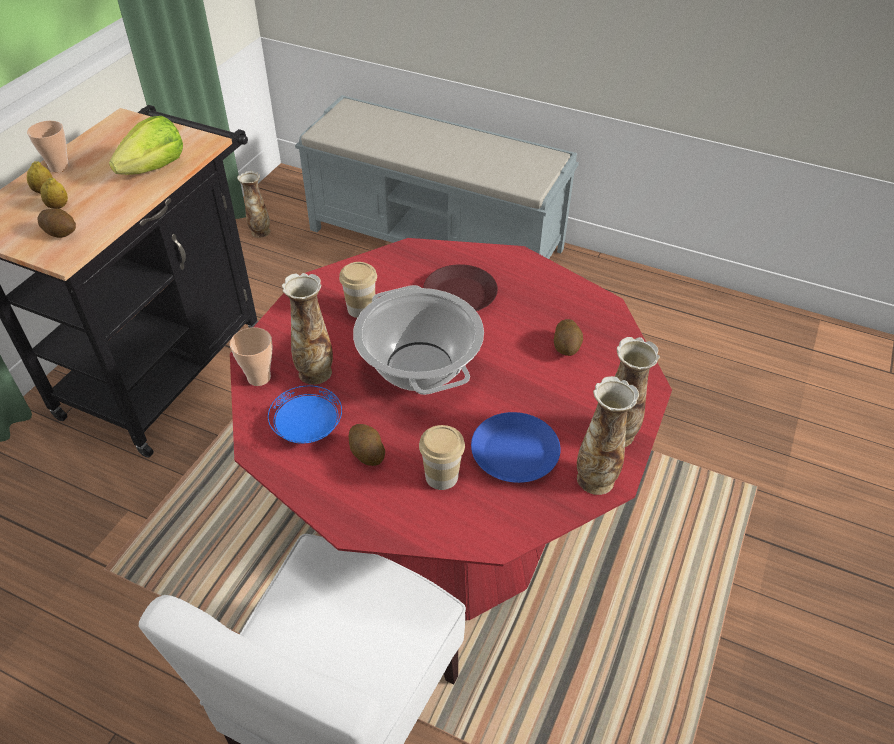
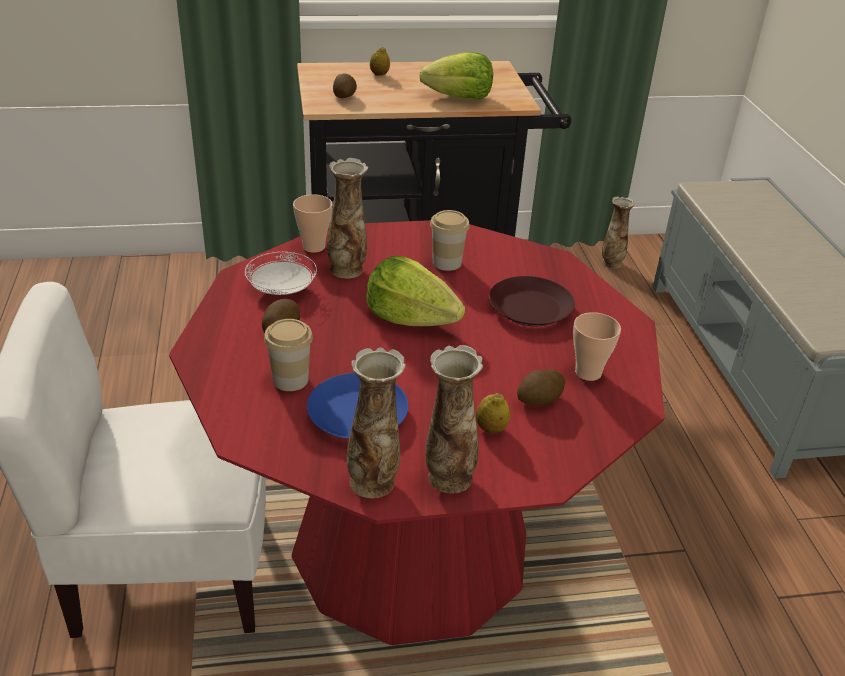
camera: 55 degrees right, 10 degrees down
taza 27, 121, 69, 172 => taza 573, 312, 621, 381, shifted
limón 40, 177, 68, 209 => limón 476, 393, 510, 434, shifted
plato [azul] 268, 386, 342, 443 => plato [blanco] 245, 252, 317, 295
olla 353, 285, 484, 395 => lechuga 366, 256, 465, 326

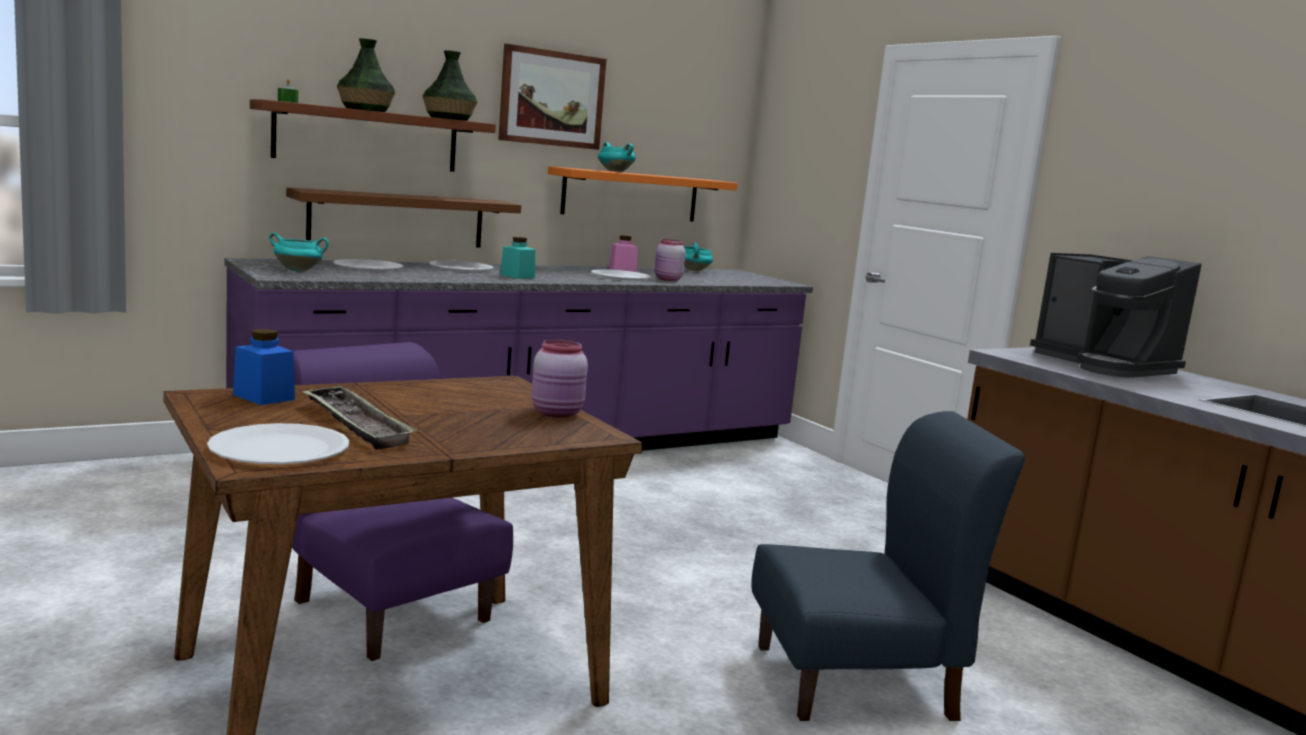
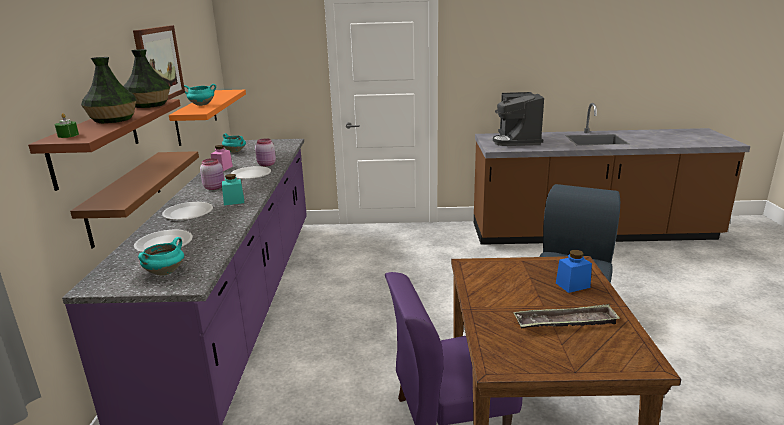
camera: 55 degrees left, 10 degrees up
plato [blanco] 207, 423, 349, 464 => nothing
tarro [azul] 233, 329, 295, 405 => tarro [azul] 556, 250, 592, 293, shifted
tarro [rosa] 531, 339, 588, 418 => tarro [rosa] 200, 158, 224, 190, shifted
cafetera 1030, 253, 1202, 378 => cafetera 493, 92, 544, 146, 90 degrees clockwise

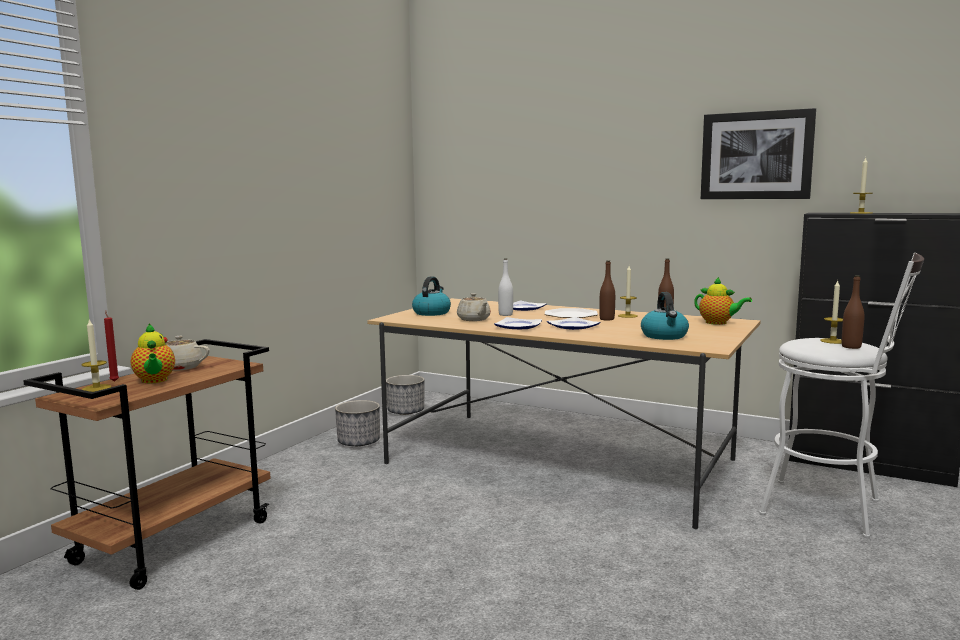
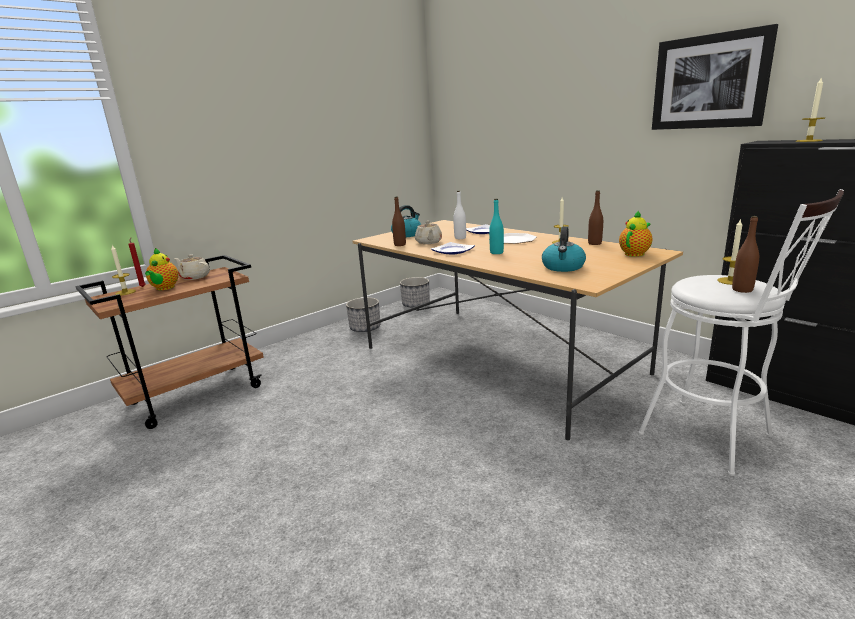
camera: 20 degrees right, 10 degrees up
plato 547, 317, 600, 330 => botella [turquesa] 489, 199, 504, 254
botella [marrón] 599, 260, 615, 321 => botella [marrón] 392, 196, 406, 246, shifted
tetera 694, 277, 752, 325 => tetera 619, 210, 653, 257, 105 degrees counterclockwise

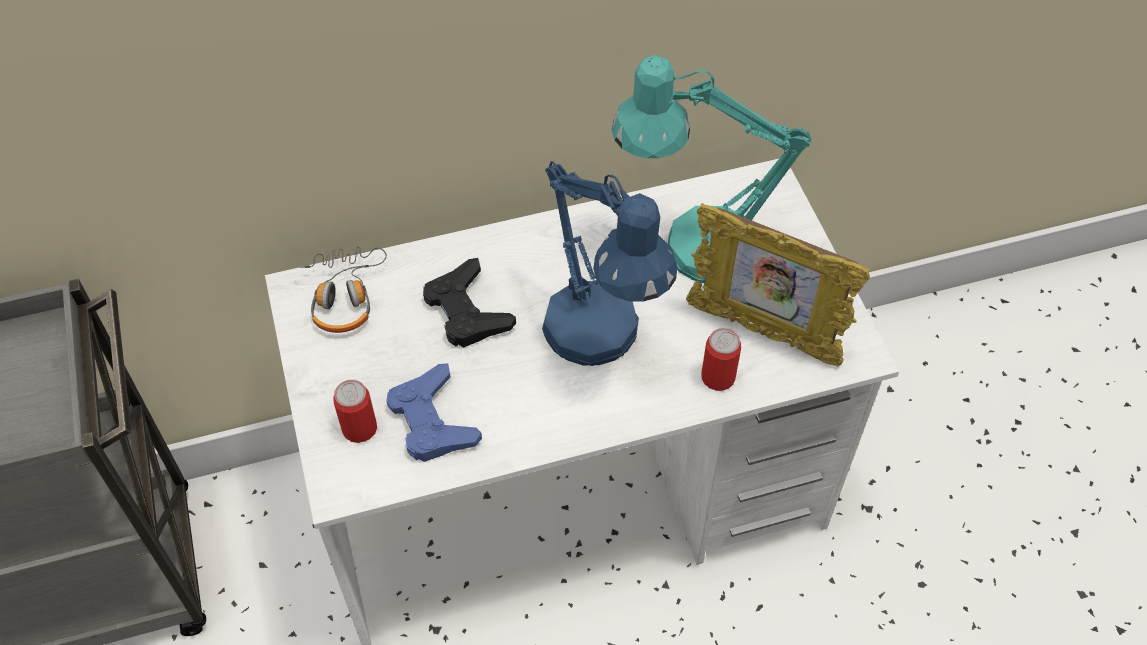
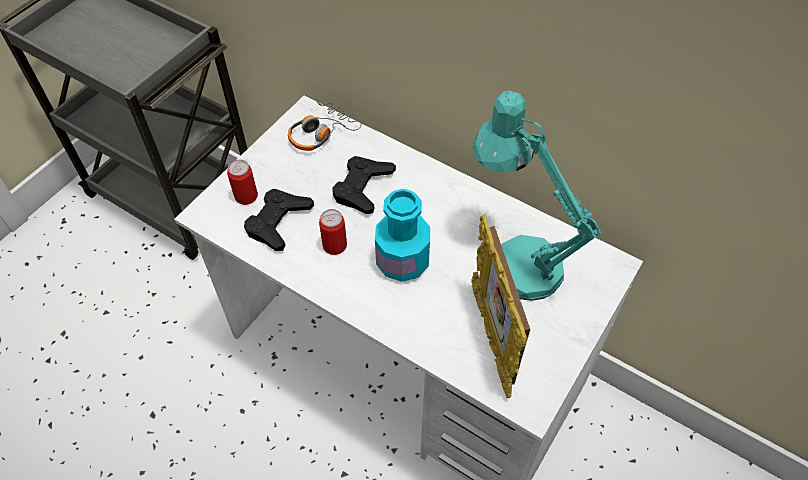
camera: 50 degrees right, 0 degrees up
mando de consola [azul] 386, 363, 482, 462 => mando de consola [negro] 244, 189, 314, 251
lámpara de mesa [azul] 542, 161, 677, 366 => botella [turquesa] 375, 189, 430, 282
lata 701, 328, 741, 391 => lata 319, 209, 347, 255, shifted

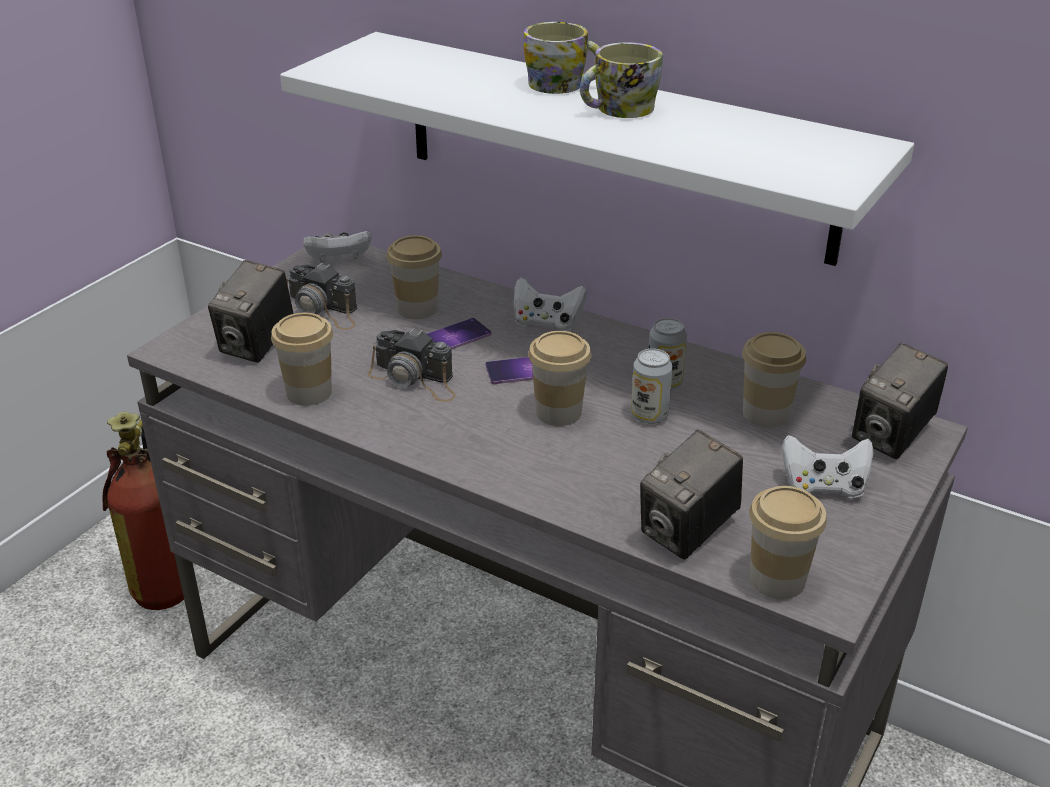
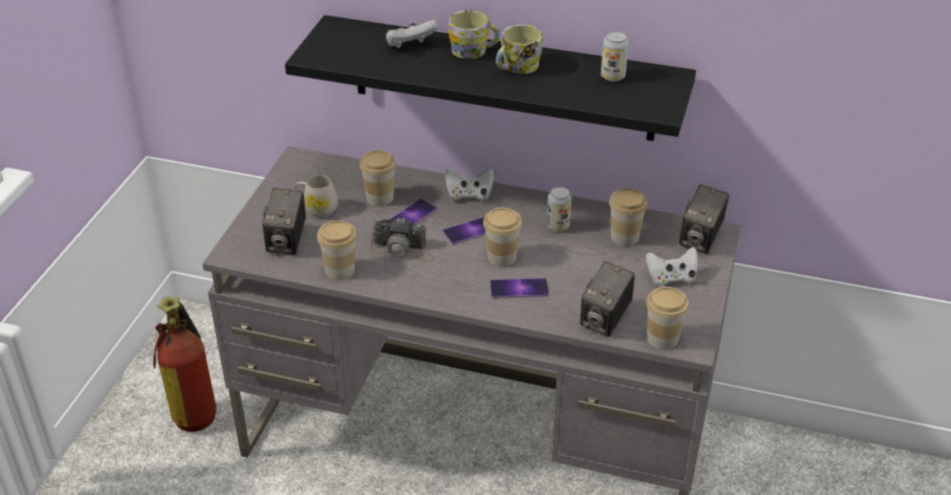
camera: 15 degrees left, 5 degrees up
estante [blanco] 280, 32, 914, 266 => estante [negro] 285, 15, 696, 141
cámara 286, 263, 357, 330 => taza grande [blanco] 294, 175, 338, 217
mando de consola [blanco] 303, 231, 372, 262 => mando de consola [blanco] 386, 20, 437, 48, shifted
lata 631, 348, 673, 424 => lata 601, 31, 629, 82, shifted
nothing => móvil 490, 278, 548, 298

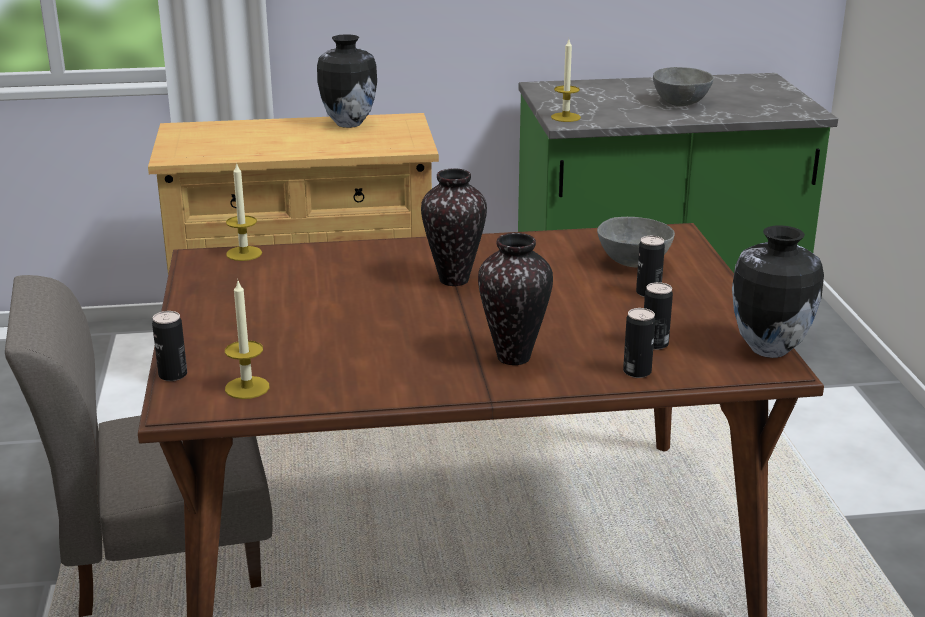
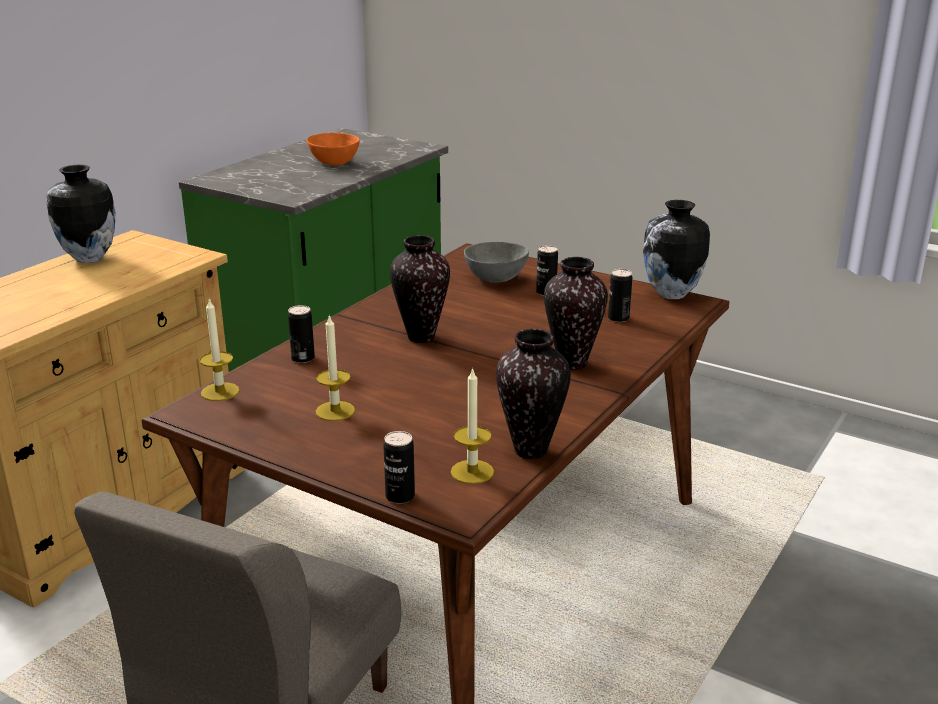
camera: 50 degrees left, 0 degrees up
vela 551, 39, 581, 122 => vela 316, 315, 355, 421, shifted
lata 623, 308, 655, 378 => lata 288, 305, 315, 363, shifted
cuenco [gris] 653, 67, 714, 106 => cuenco [naranja] 307, 133, 360, 166
nothing => florero 496, 329, 571, 459

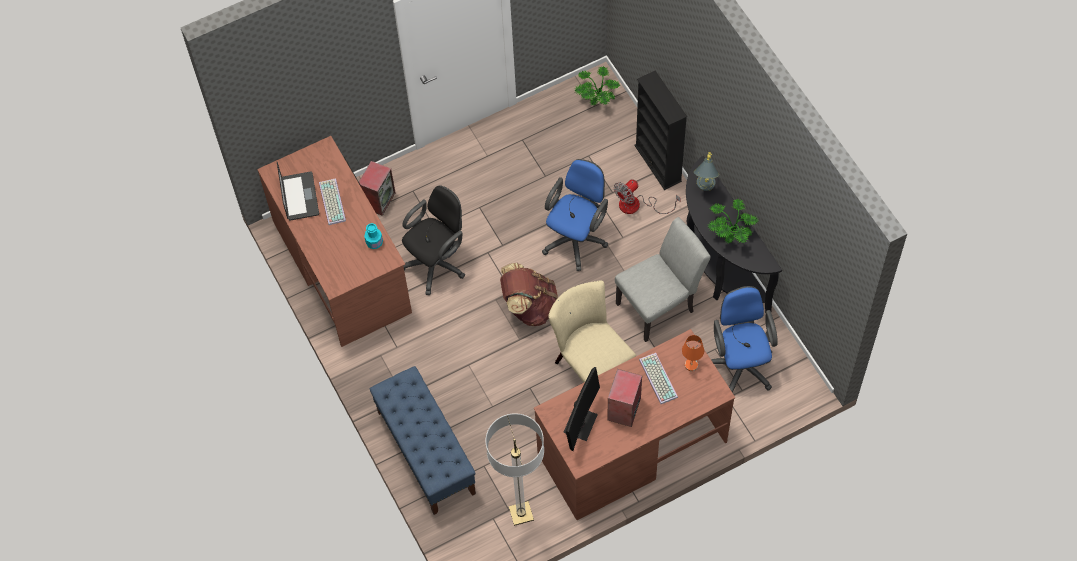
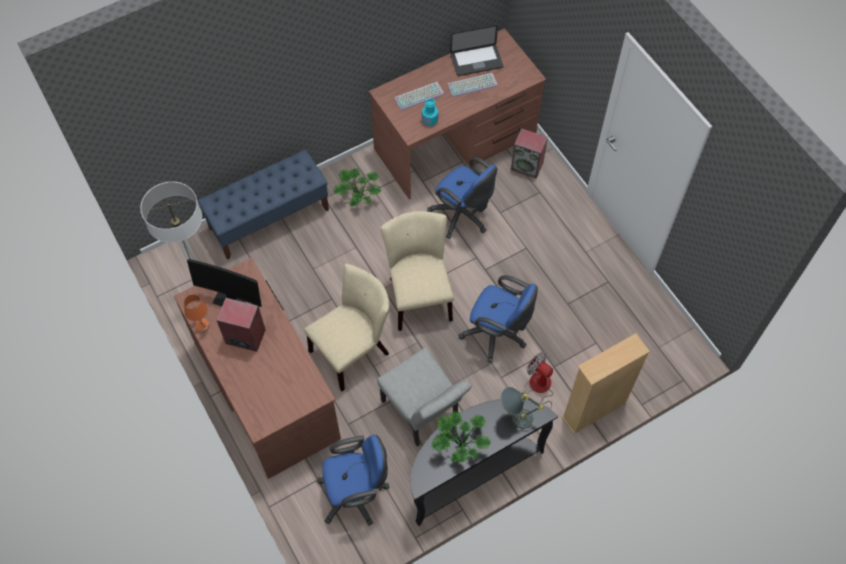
camera: 85 degrees right, 0 degrees up
silla de oficina [negro] 402, 185, 465, 295 => silla de oficina [azul] 427, 157, 497, 239
mochila [marrón] 500, 263, 558, 326 => silla [beis] 381, 211, 454, 331
planta en maceta 574, 66, 621, 106 => planta en maceta 334, 168, 382, 207, shifted
estantería [negro] 634, 71, 687, 190 => estantería [beis] 562, 333, 650, 434
teclado 639, 353, 678, 404 => teclado 394, 82, 444, 111, shifted
lámpara de mesa [naranja] 682, 335, 704, 371 => lámpara de mesa [naranja] 184, 294, 209, 332, shifted

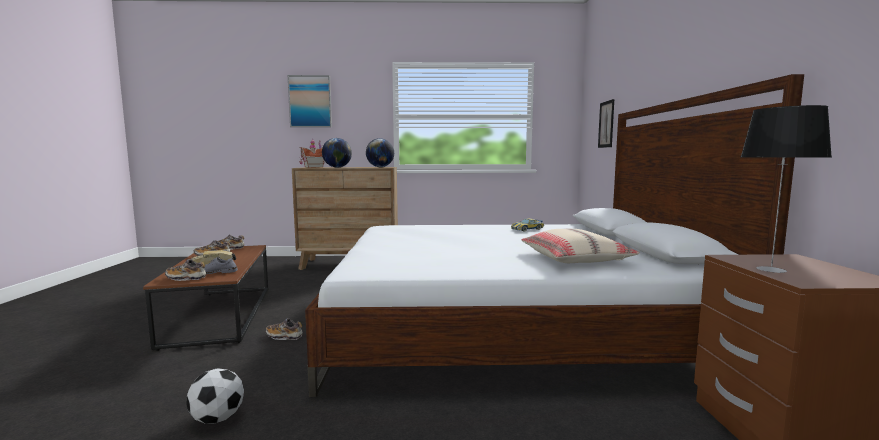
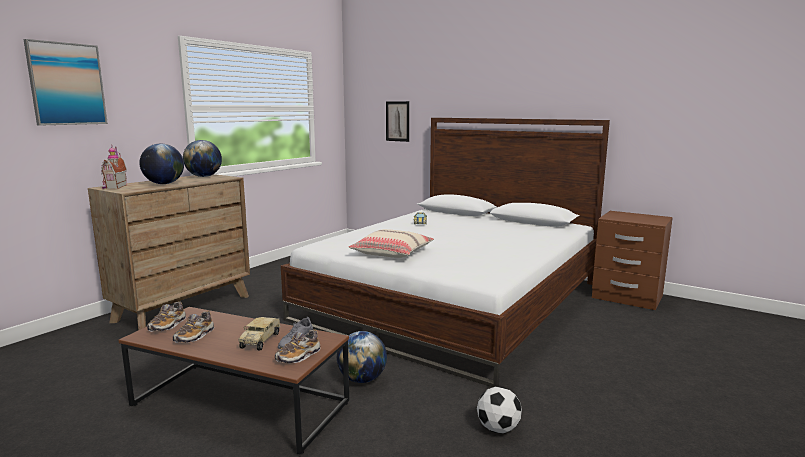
camera: 55 degrees left, 5 degrees up
zapato 265, 318, 303, 340 => globo terráqueo 337, 331, 387, 383
cojín [beis] 521, 229, 640, 263 => cojín [beis] 349, 229, 434, 258, shifted
lámpara de mesa 740, 105, 832, 273 => nothing

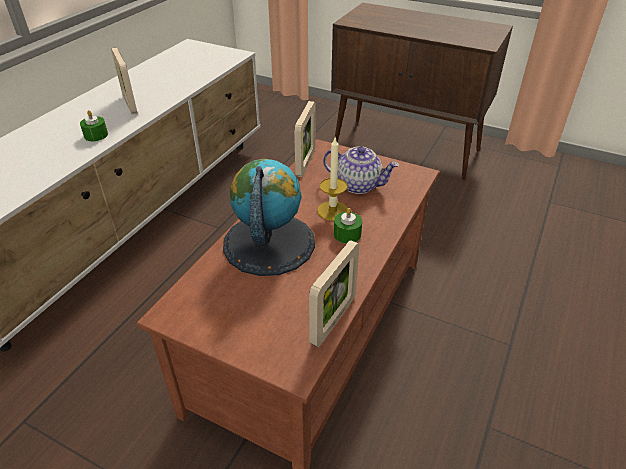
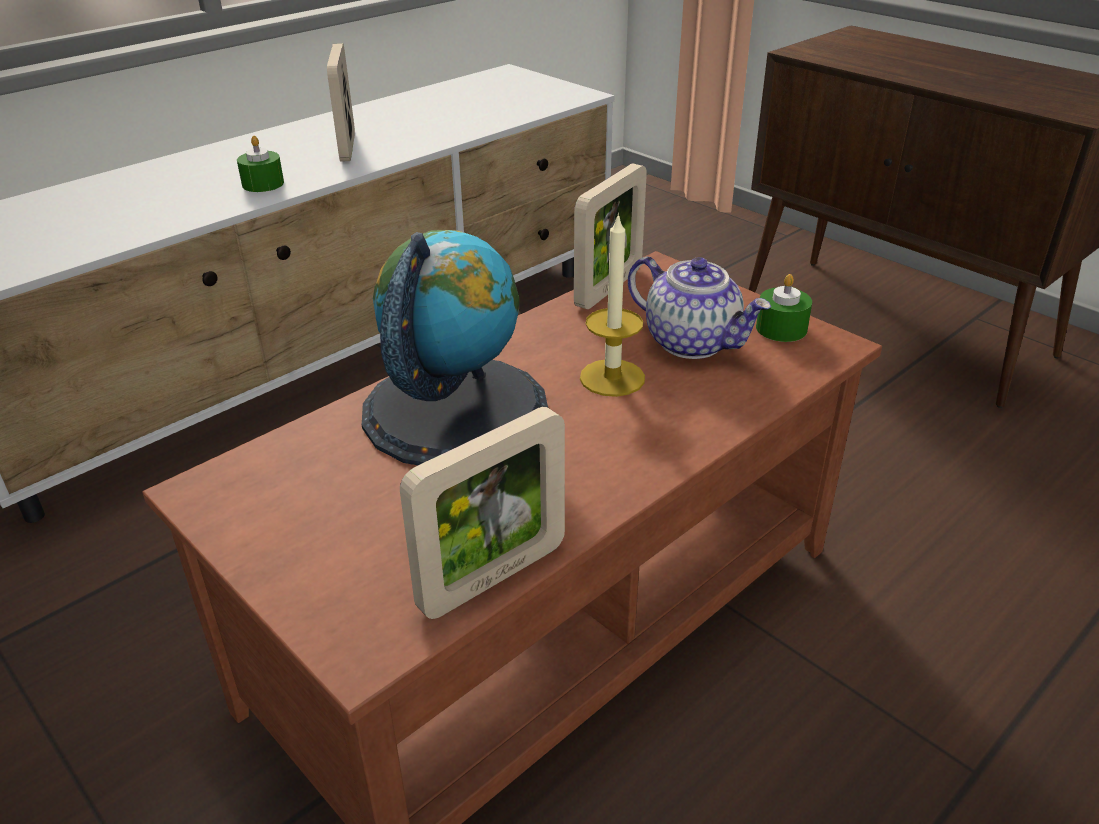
camera: 20 degrees right, 5 degrees down
vela [verde] 334, 208, 362, 244 => vela [verde] 756, 274, 812, 342, shifted

